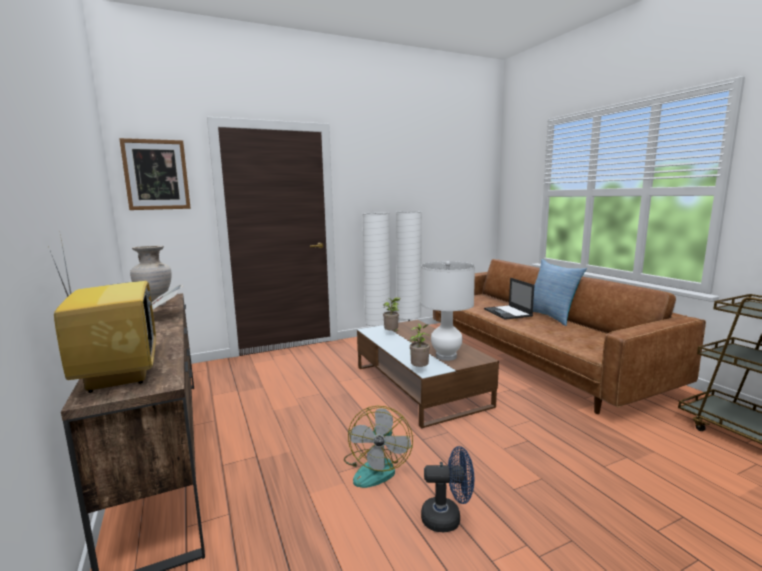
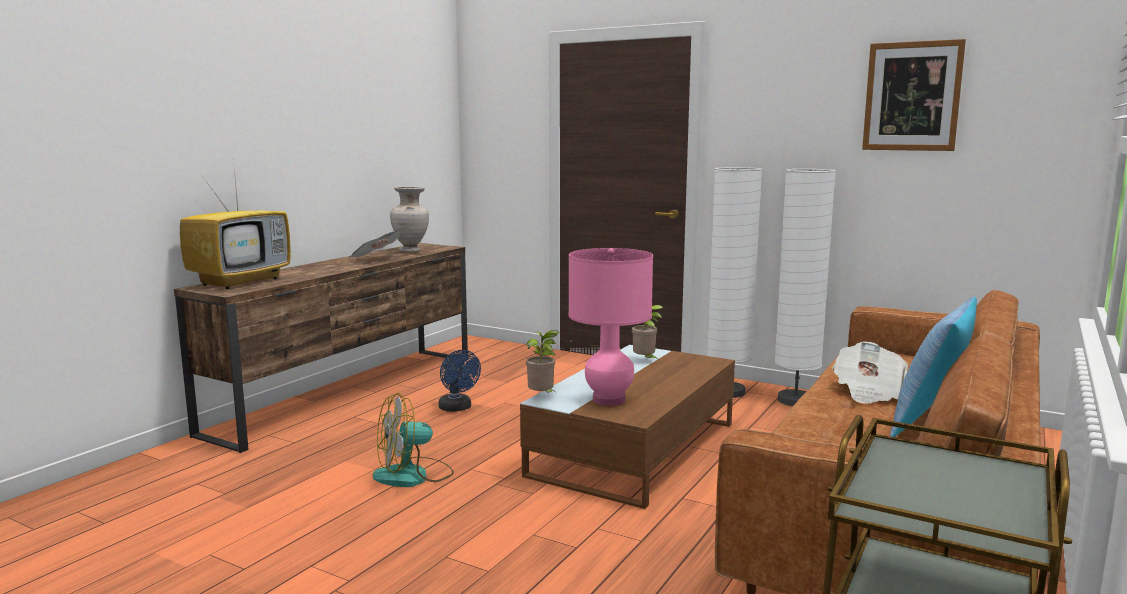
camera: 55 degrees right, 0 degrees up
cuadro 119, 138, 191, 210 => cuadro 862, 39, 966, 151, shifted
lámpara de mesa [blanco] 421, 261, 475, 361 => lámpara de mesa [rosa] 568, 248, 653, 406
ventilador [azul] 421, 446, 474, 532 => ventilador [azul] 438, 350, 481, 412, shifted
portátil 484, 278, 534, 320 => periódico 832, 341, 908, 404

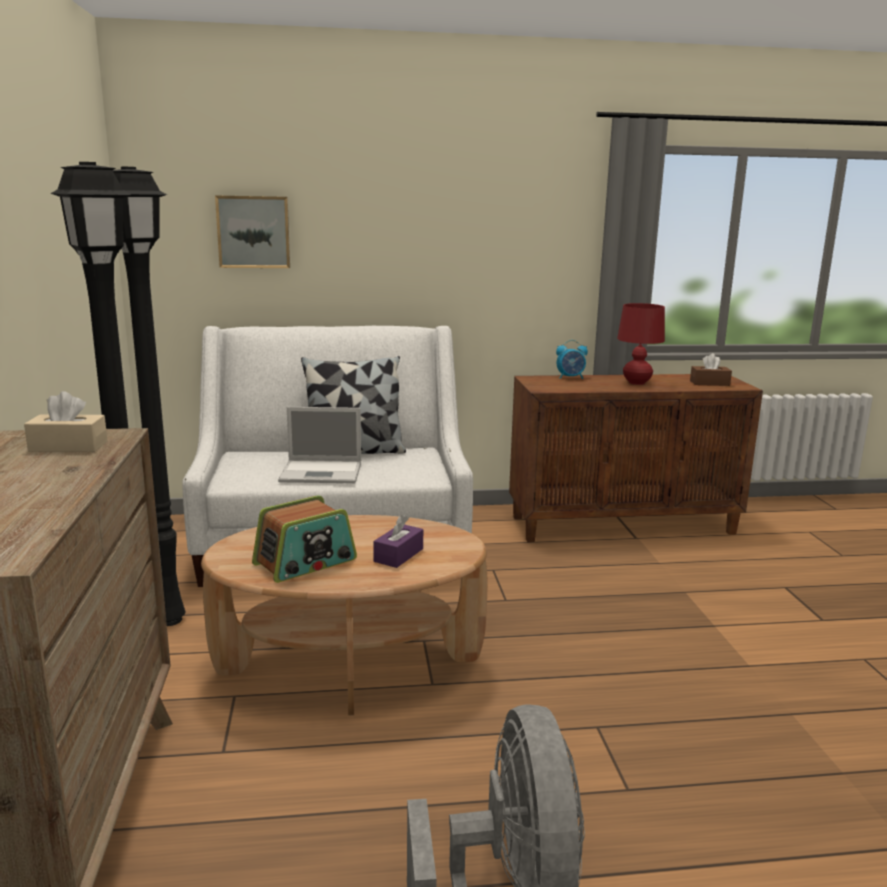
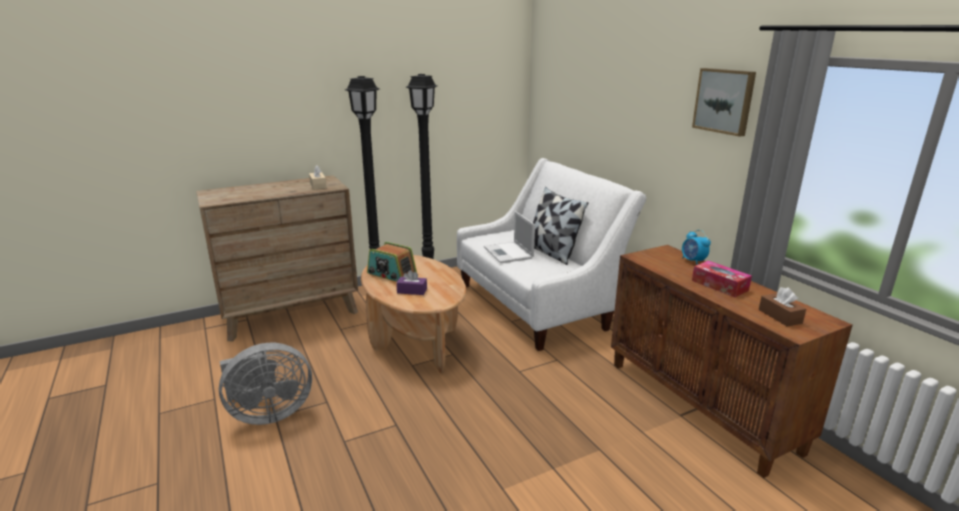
camera: 70 degrees right, 5 degrees up
cuadro 215, 195, 290, 268 => cuadro 692, 68, 756, 137, shifted
lámpara de mesa [rojo] 617, 303, 665, 385 => caja de pañuelos 692, 261, 752, 297

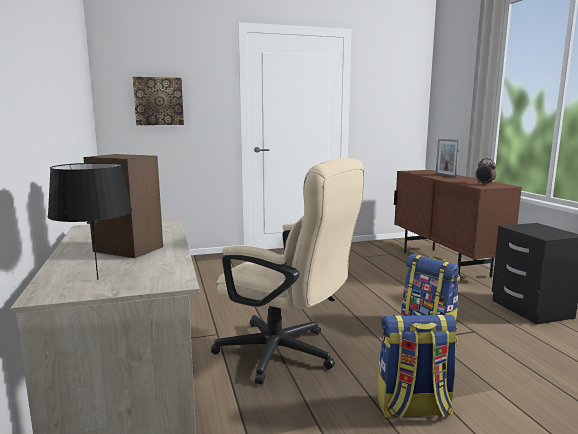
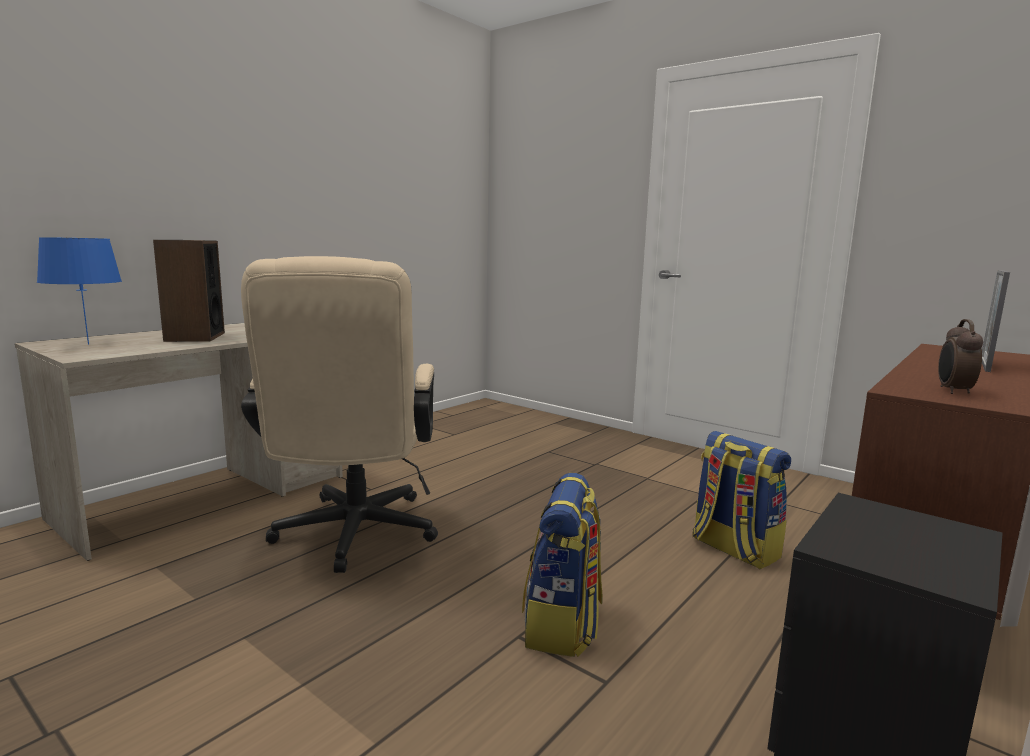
camera: 55 degrees right, 0 degrees up
lámpara de mesa [negro] 47, 163, 132, 280 => lámpara de mesa [azul] 37, 237, 122, 345
cuadro 133, 77, 184, 125 => nothing
mochila 377, 314, 458, 418 => mochila 692, 431, 791, 569, shifted

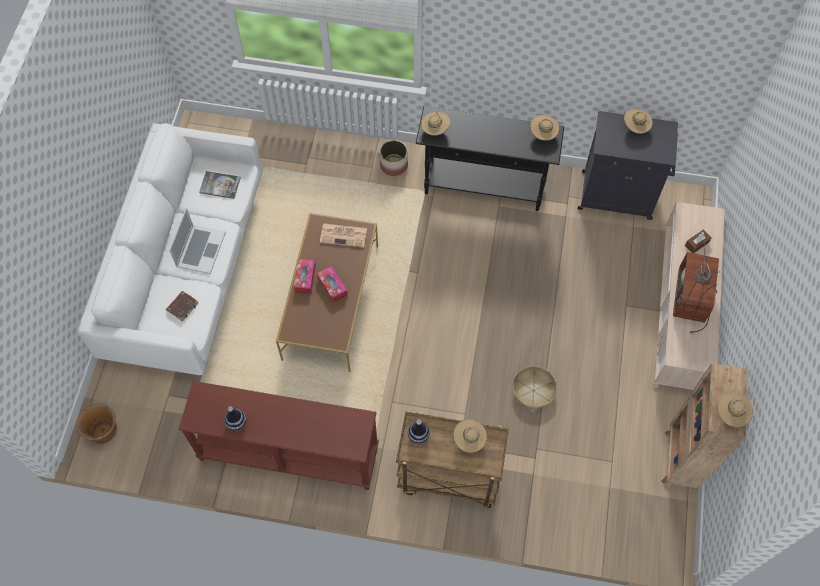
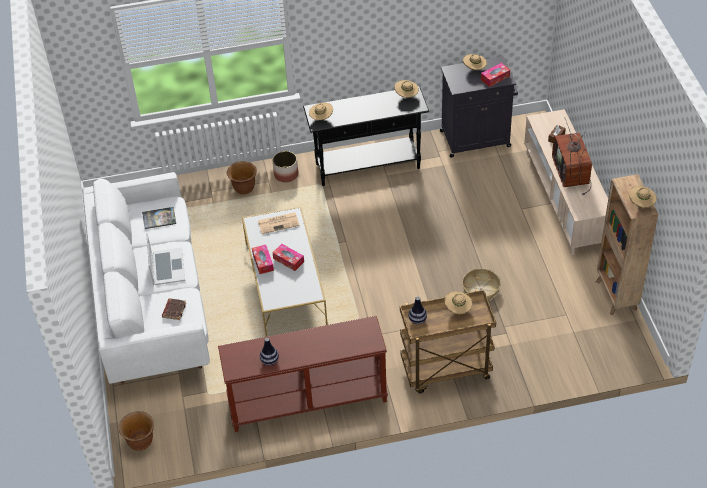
camera: 20 degrees left, 15 degrees down
mesa de centro [marrón] 276, 213, 378, 372 => mesa de centro [blanco] 242, 207, 328, 337
nothing => maceta [marrón] 227, 161, 257, 194
nothing => caja de pañuelos 481, 63, 510, 87

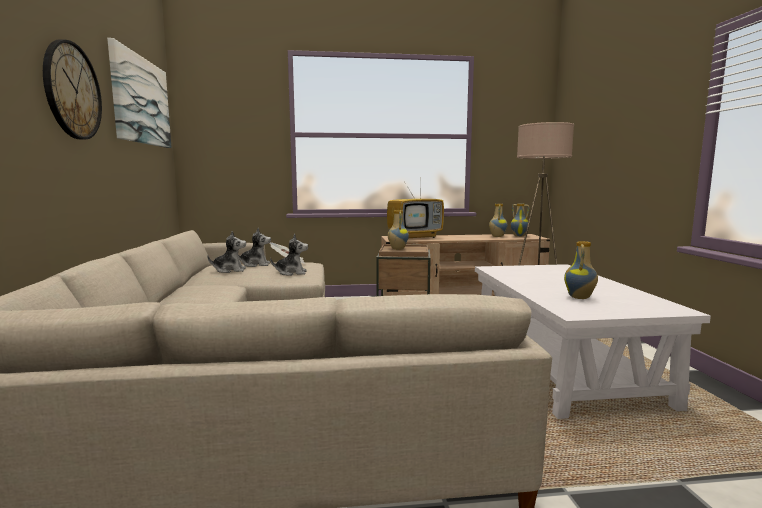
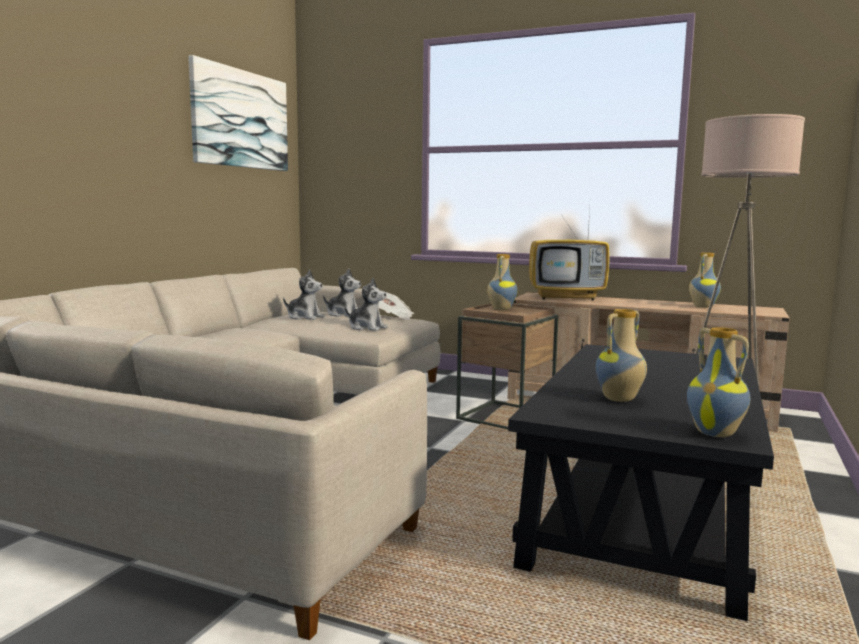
camera: 30 degrees right, 0 degrees up
reloj de pared 43, 39, 102, 139 => nothing
mesa de centro [blanco] 475, 264, 711, 419 => mesa de centro [negro] 508, 344, 774, 621
florero 511, 204, 530, 237 => florero 687, 327, 750, 437, shifted

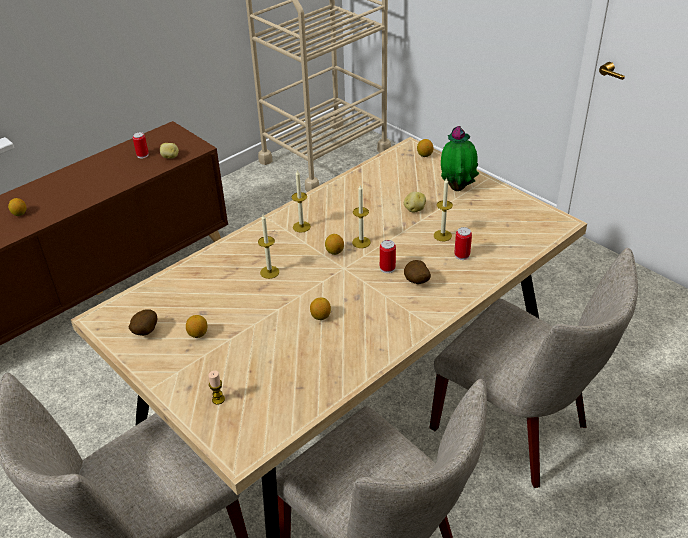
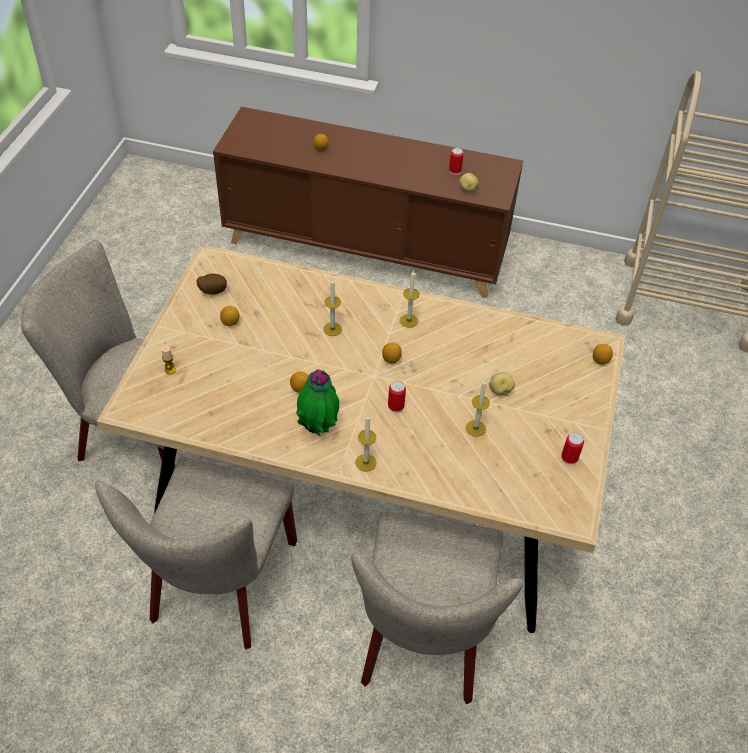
camera: 55 degrees right, 10 degrees up
vela 352, 185, 371, 248 => vela 355, 415, 377, 472, shifted
patata 404, 260, 431, 284 => nothing
planta en maceta 441, 126, 479, 191 => planta en maceta 296, 369, 339, 437, shifted
lata 454, 227, 472, 260 => lata 561, 432, 584, 465, shifted

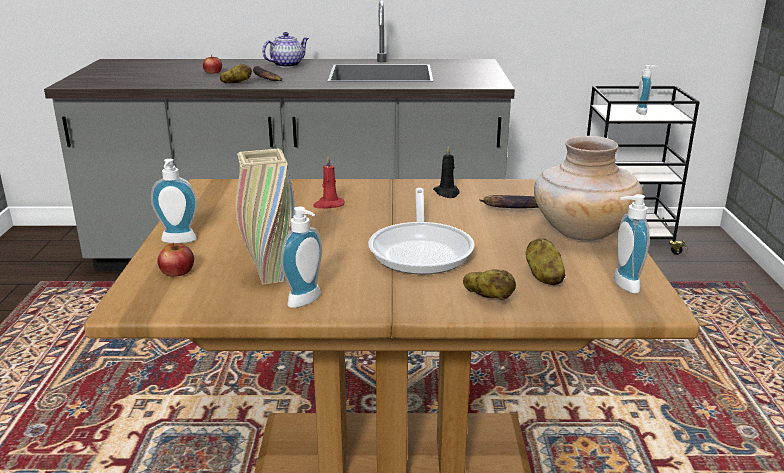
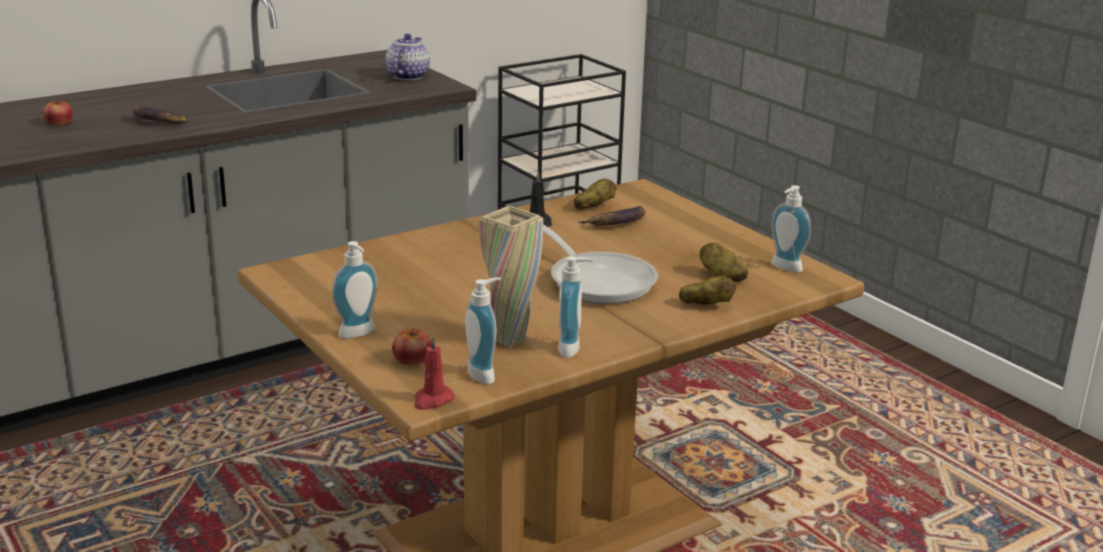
camera: 35 degrees left, 0 degrees up
patata 220, 64, 252, 83 => patata 574, 179, 616, 210, shifted
tetera 262, 32, 309, 68 => tetera 385, 34, 430, 80, shifted
vela [rojo] 313, 156, 345, 209 => vela [rojo] 415, 335, 455, 410, shifted
florero [beis] 534, 136, 643, 241 => nothing
dispensador de jabón 636, 65, 658, 115 => dispensador de jabón 465, 277, 501, 384, shifted

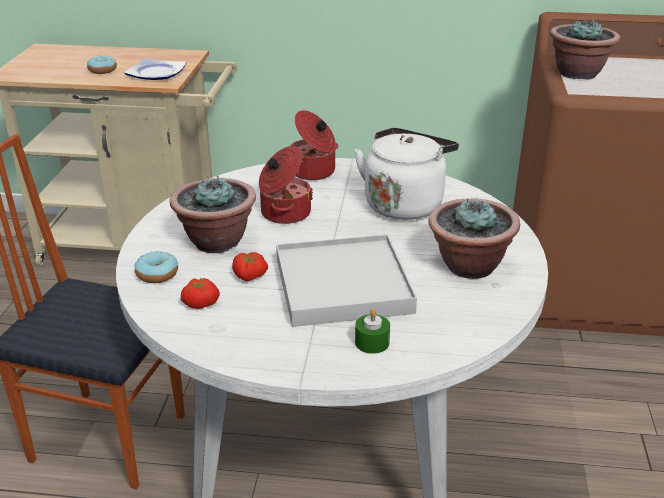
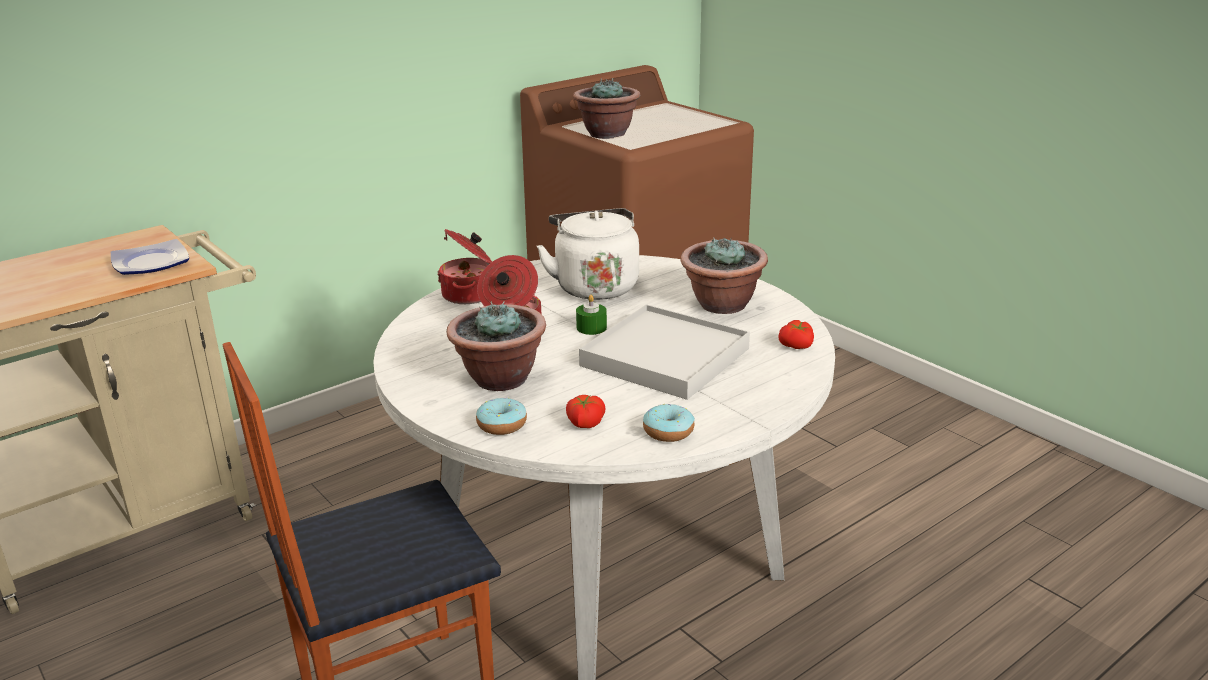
camera: 45 degrees left, 5 degrees down
rosquilla 87, 56, 117, 74 => rosquilla 643, 404, 695, 442, shifted
tomate 232, 252, 268, 281 => tomate 778, 320, 814, 349, shifted
vela [verde] 355, 309, 390, 354 => vela [verde] 576, 295, 607, 335, shifted

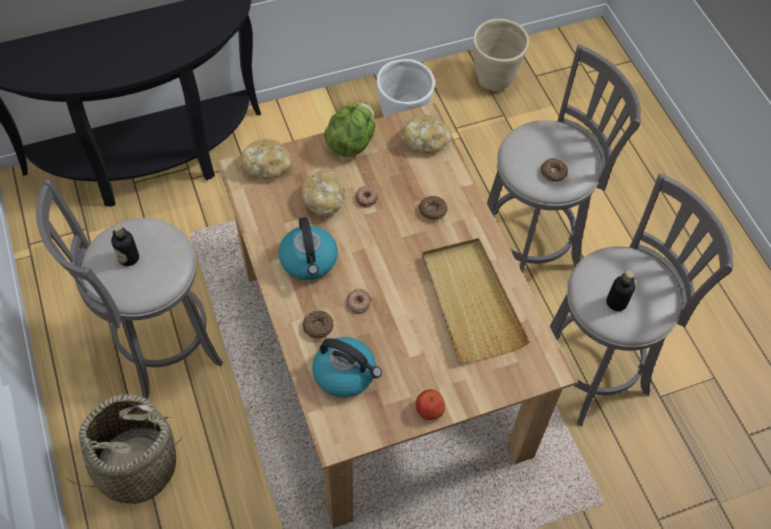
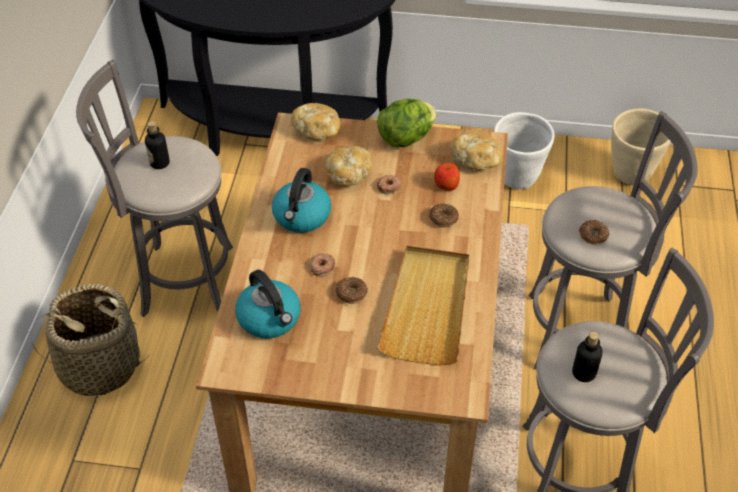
camera: 30 degrees right, 10 degrees down
rosquilla 303, 311, 333, 339 => rosquilla 335, 277, 368, 304, shifted
manzana 416, 389, 445, 420 => manzana 434, 163, 460, 191, shifted

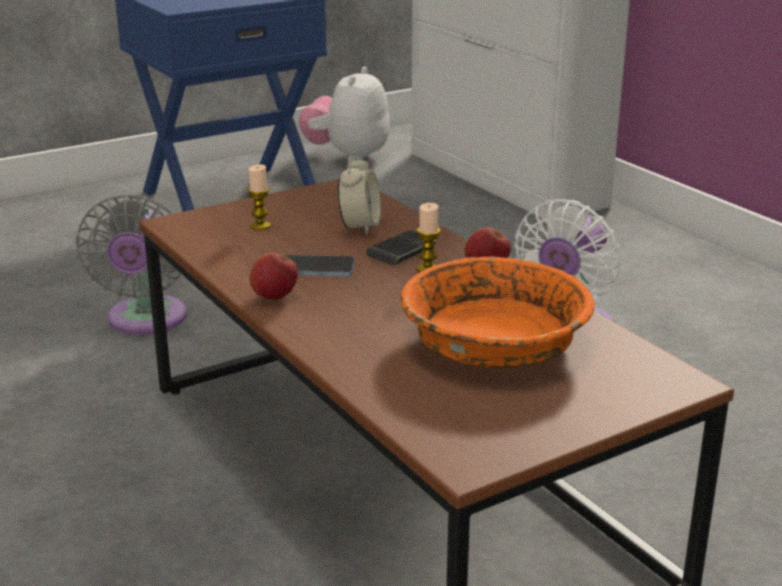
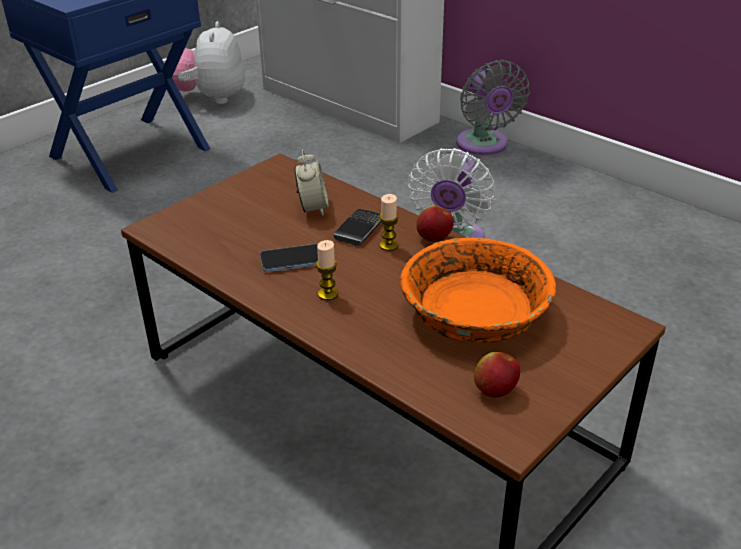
camera: 15 degrees left, 10 degrees up
ventilador [gris] 75, 194, 187, 335 => ventilador [gris] 456, 60, 530, 155, shifted
vela 248, 165, 271, 230 => vela 316, 240, 338, 300, shifted
manzana 250, 252, 298, 300 => manzana 474, 352, 520, 398, shifted

